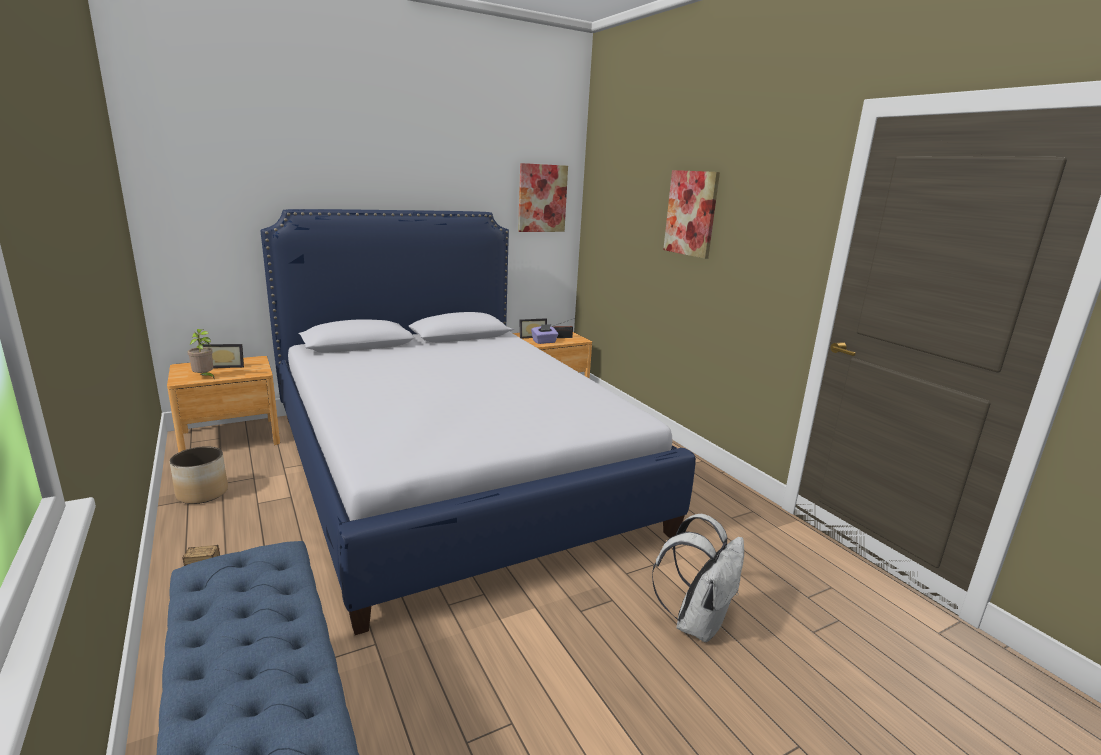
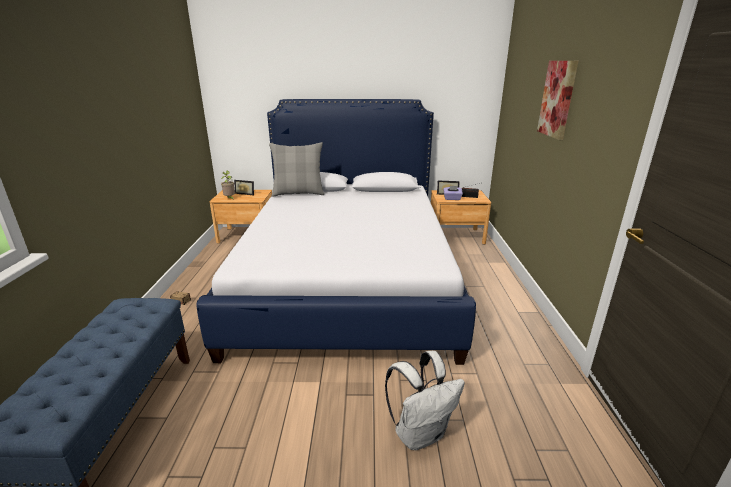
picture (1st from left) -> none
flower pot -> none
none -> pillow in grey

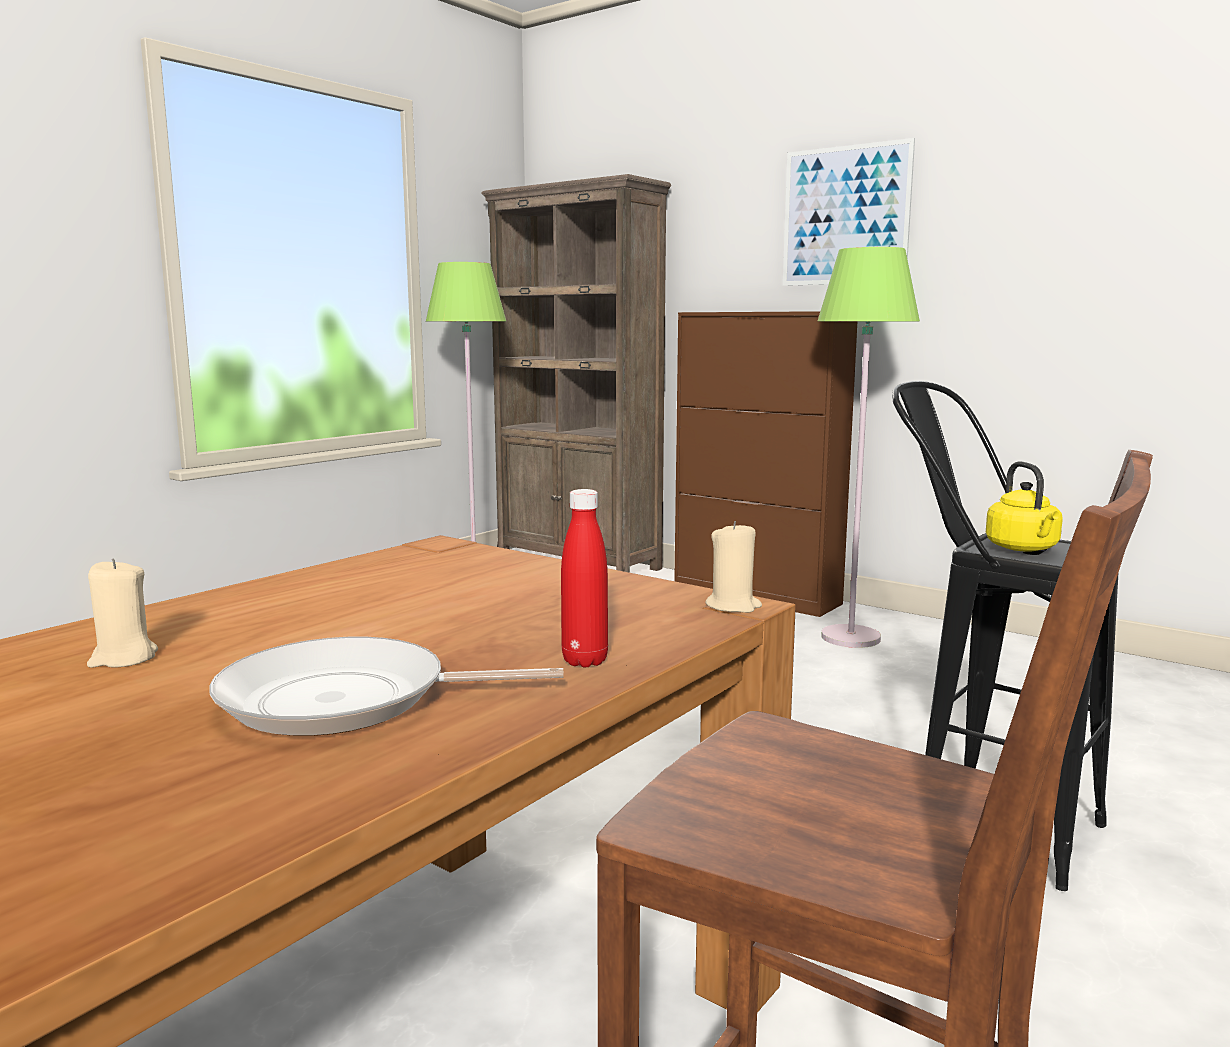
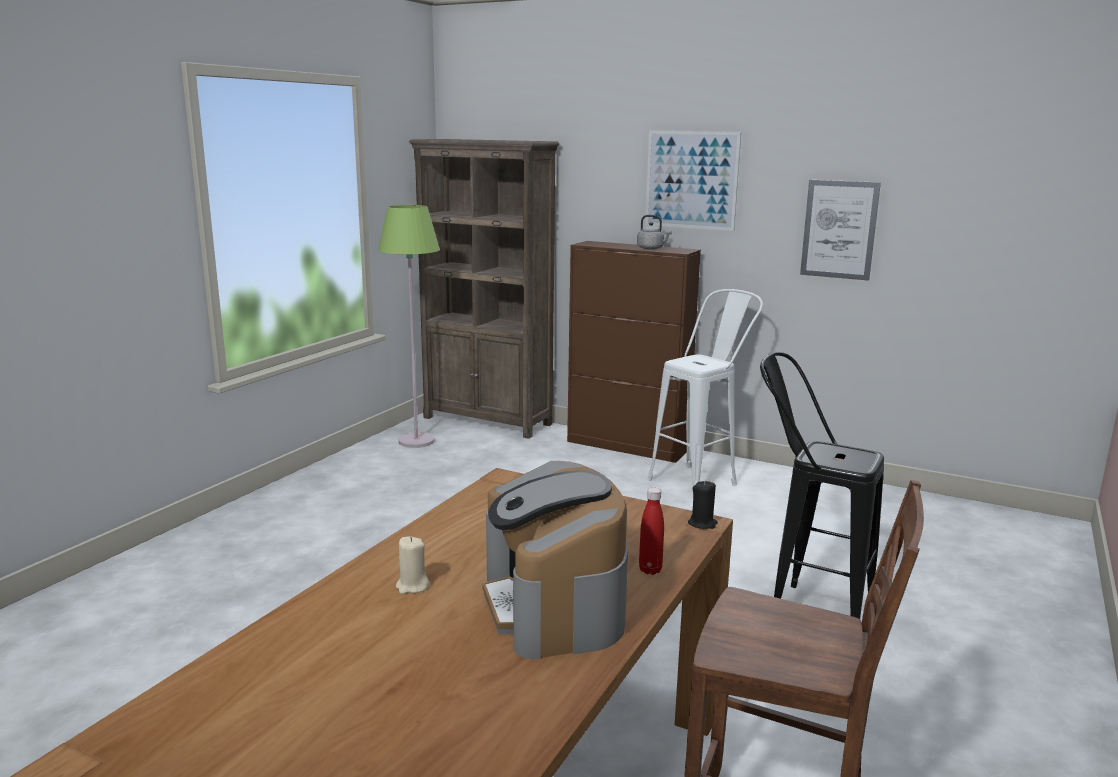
floor lamp in green (2nd from left) -> sitting stool in white-coloured
tea kettle in yellowish -> none
candle in beige-coloured (2nd from left) -> candle in black
skillet -> coffee maker
none -> picture (2nd from left)
none -> tea kettle in grey

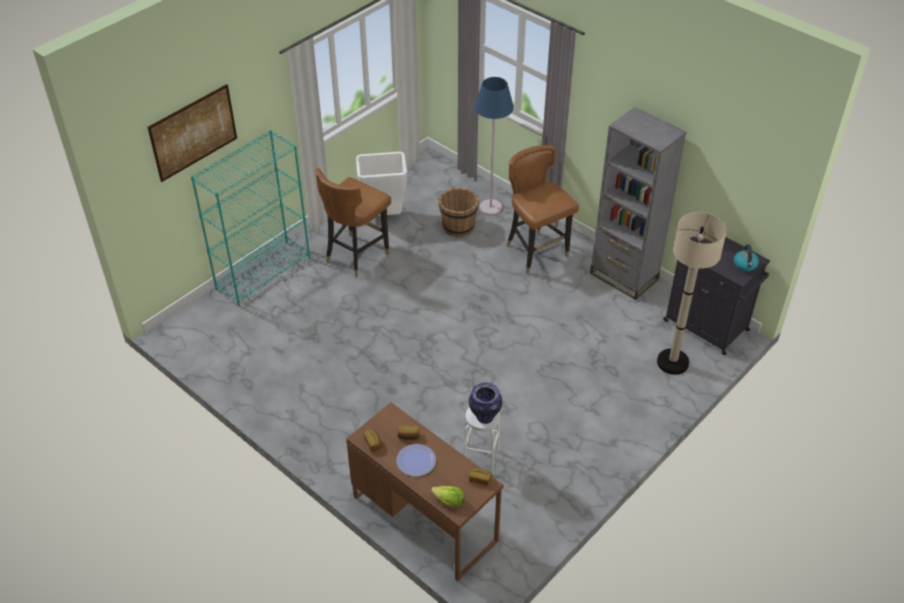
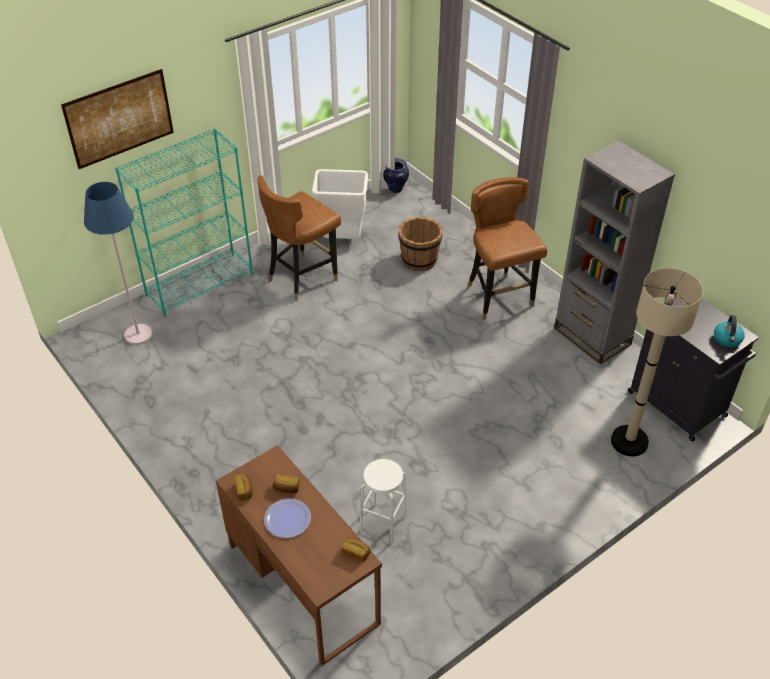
floor lamp in blue, move
flower vase, move
lettuce head -> none

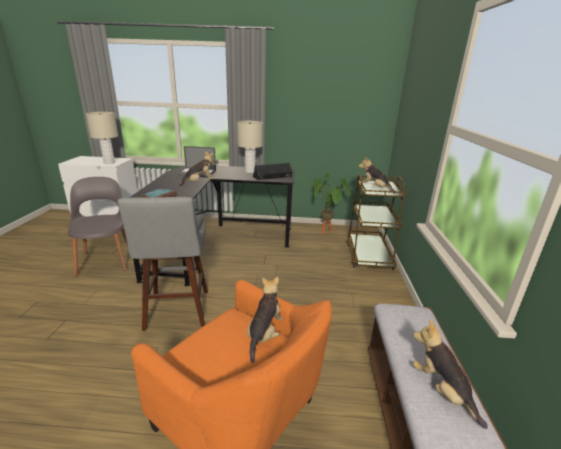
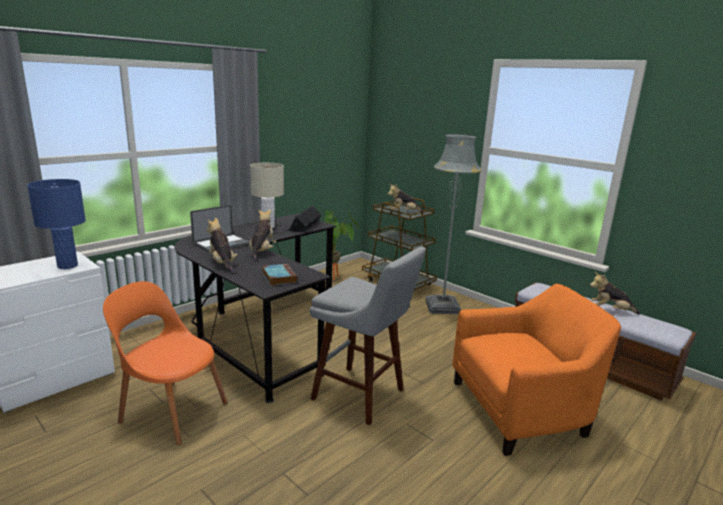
table lamp in beige-coloured (1st from left) -> table lamp in blue
plain chair in grey -> plain chair in orange-coloured
cuddly toy (2nd from left in the first image) -> cuddly toy (1st from left), move
none -> floor lamp in grey

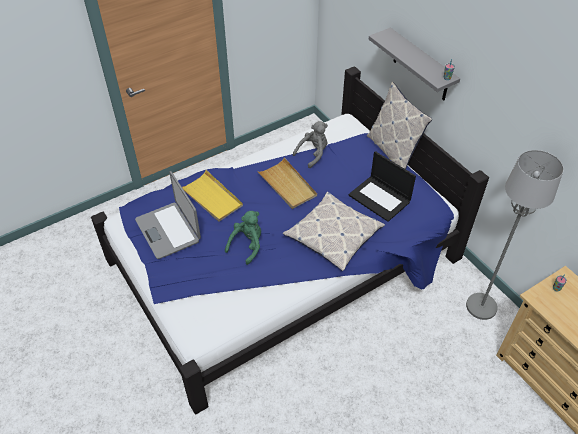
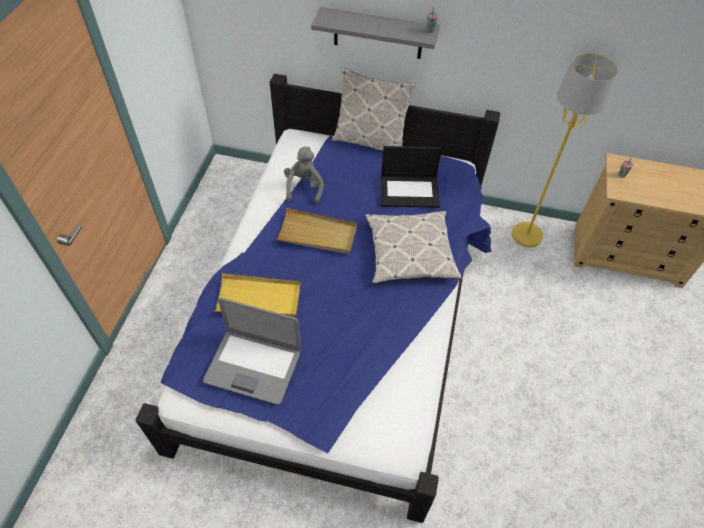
floor lamp in grey -> floor lamp in yellowish
cuddly toy in green -> none

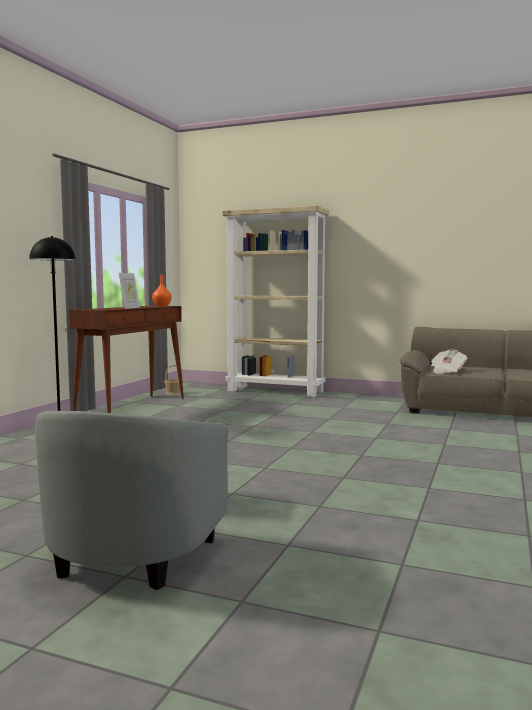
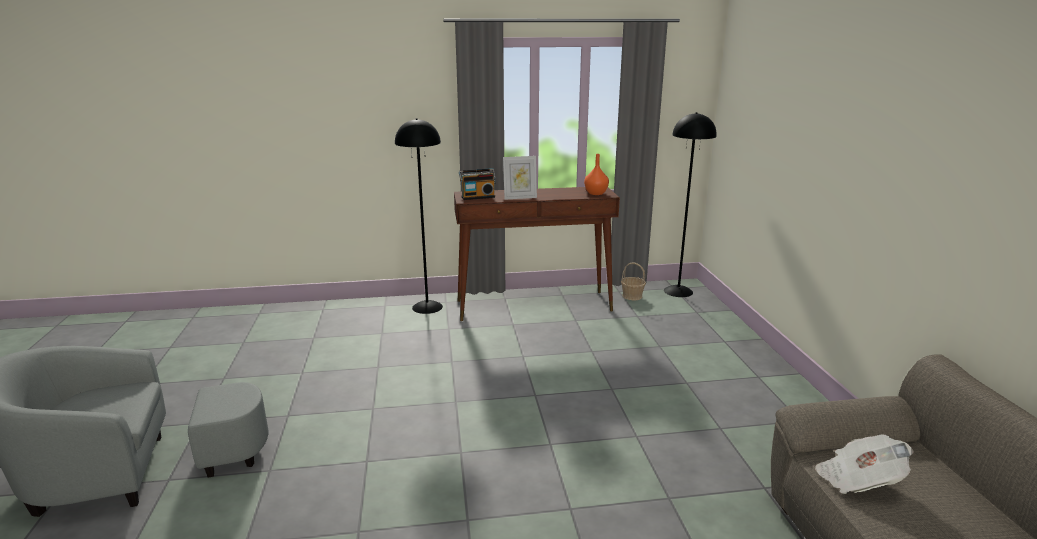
bookcase in beige-coloured -> none
none -> floor lamp in black (2nd from left)
none -> radio set

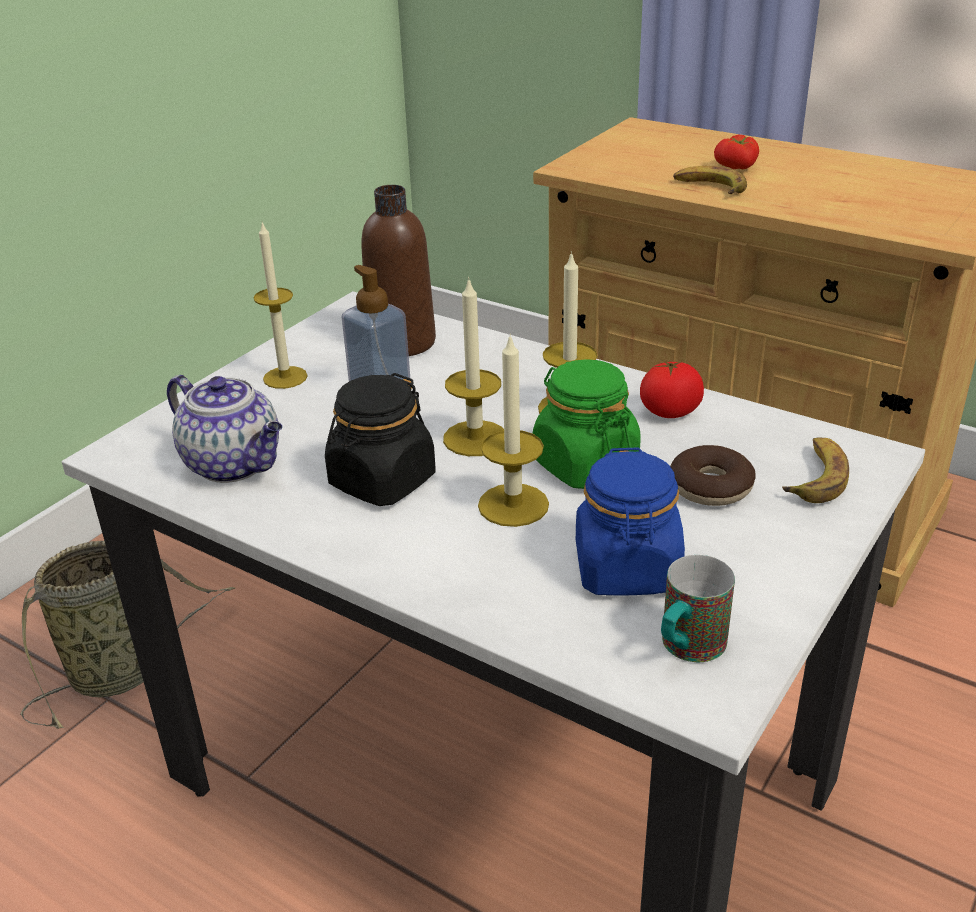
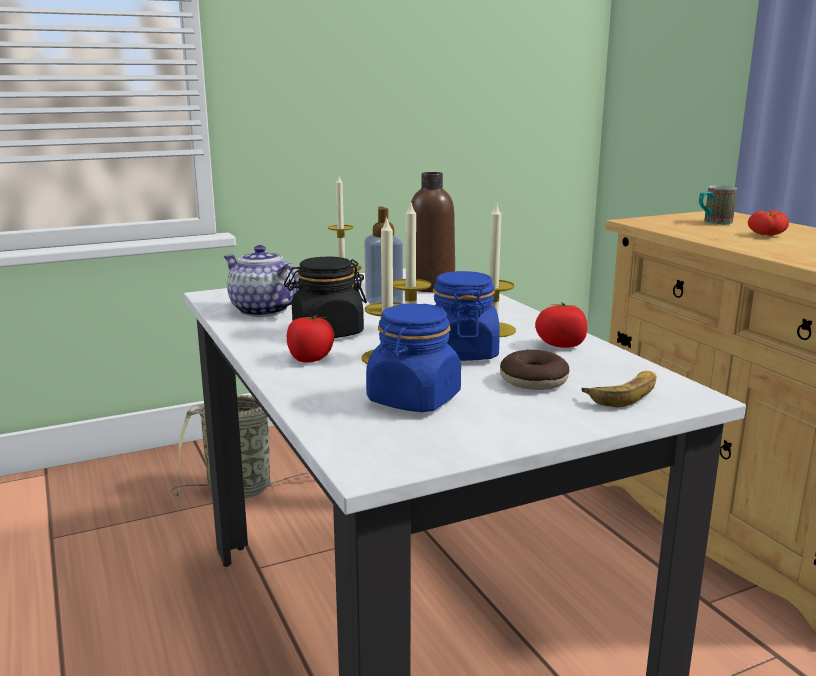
banana (1st from left) -> none
storage jar in green -> storage jar in blue (2nd from left)
teapot, 150 degrees clockwise
tea mug, move
none -> fresh tomato (1st from left)

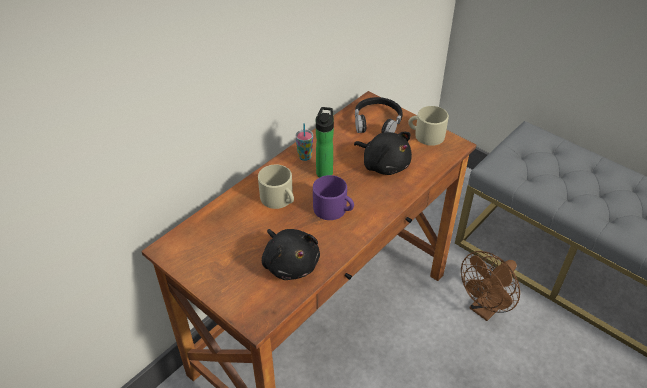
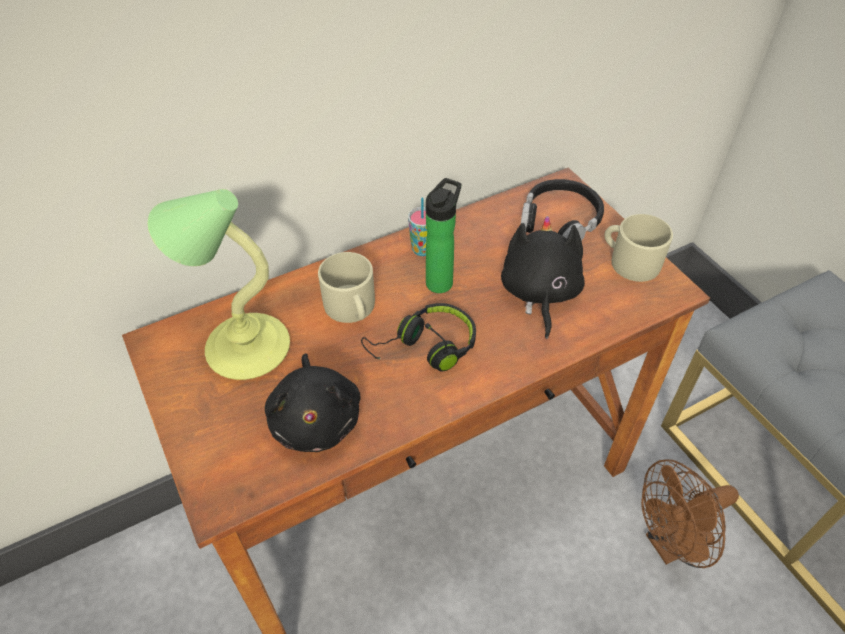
cuddly toy in black (2nd from left), 150 degrees counterclockwise
tea mug in purple-coloured -> headset in black (1st from left)
none -> table lamp

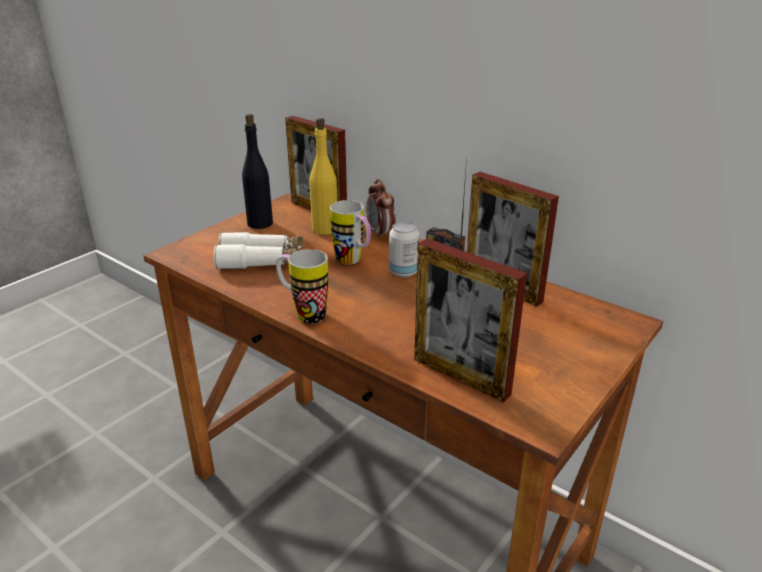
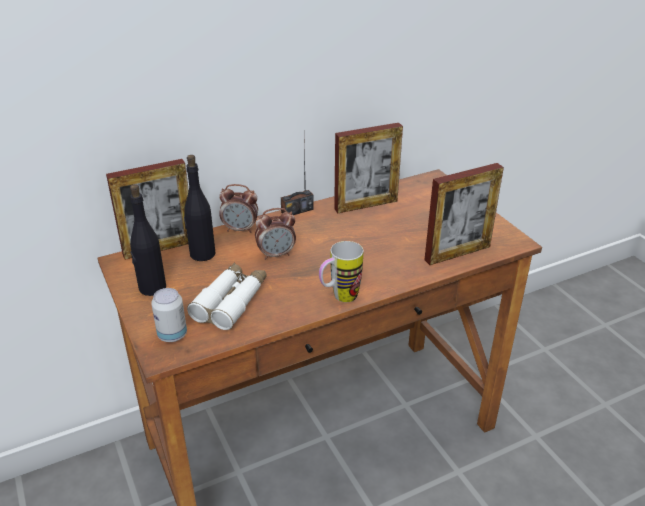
drink bottle in yellowish -> drink bottle in black (2nd from left)
tea mug (2nd from left) -> bedside clock (2nd from left)
can, move

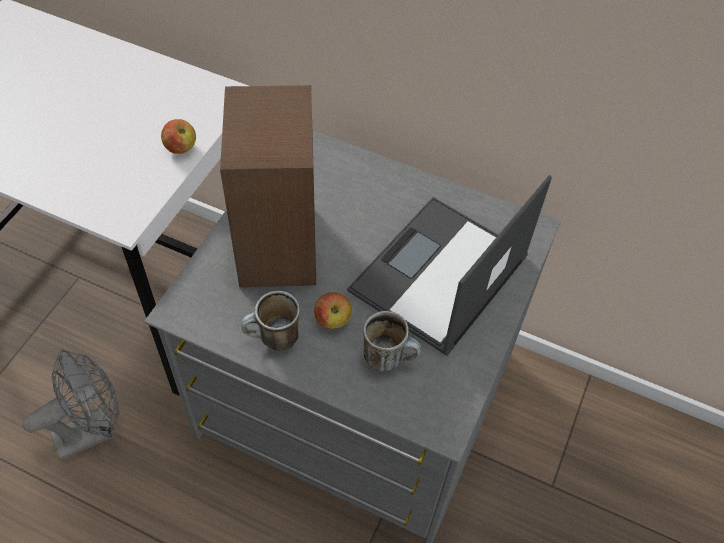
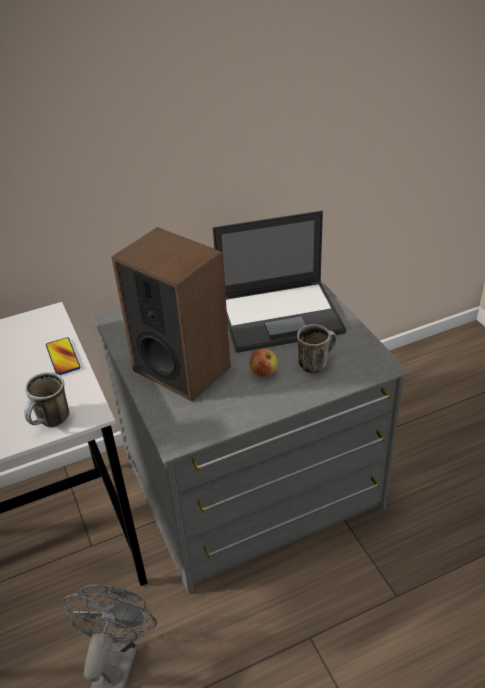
apple (1st from left) -> phone
notebook computer, 90 degrees counterclockwise
tea mug (1st from left), move

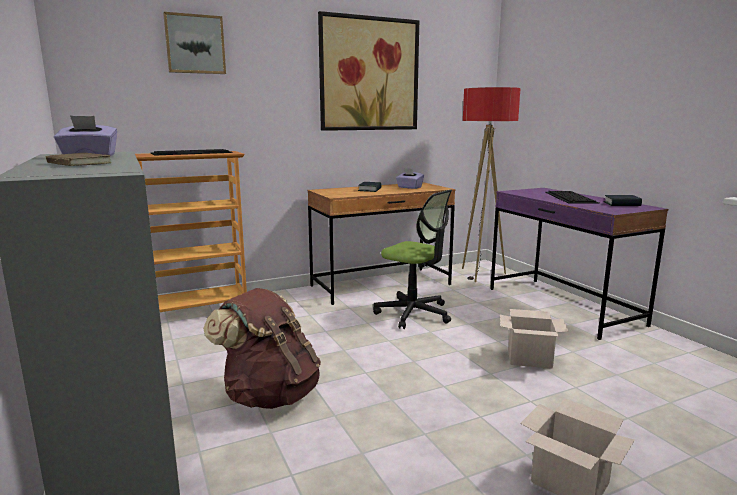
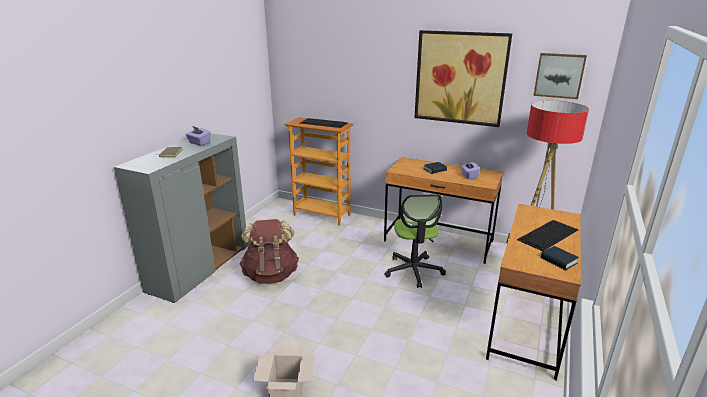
picture (1st from left in the first image) -> picture (2nd from left), move
desk in purple-coloured -> desk in brownish (2nd from left)
carton (1st from left) -> none

